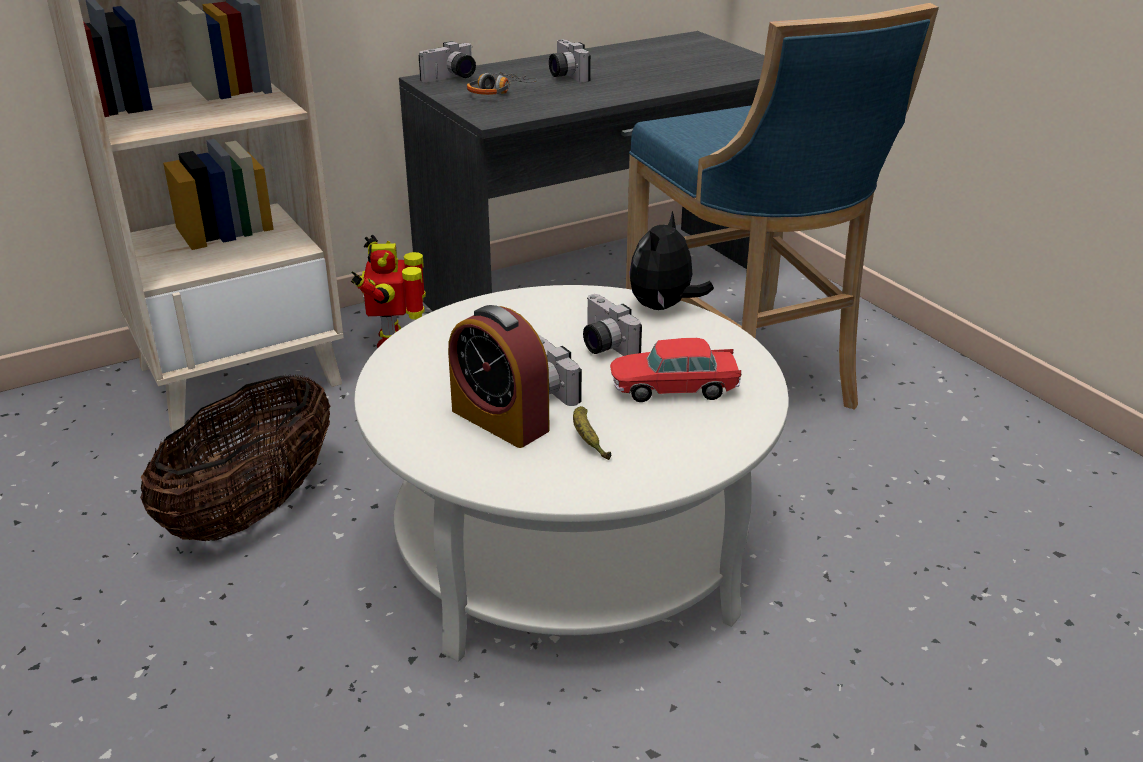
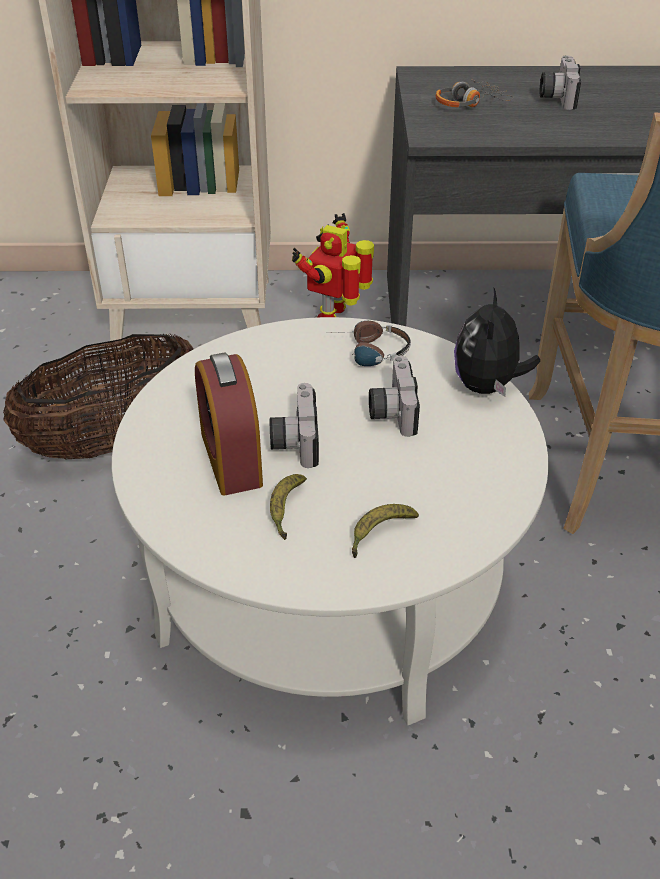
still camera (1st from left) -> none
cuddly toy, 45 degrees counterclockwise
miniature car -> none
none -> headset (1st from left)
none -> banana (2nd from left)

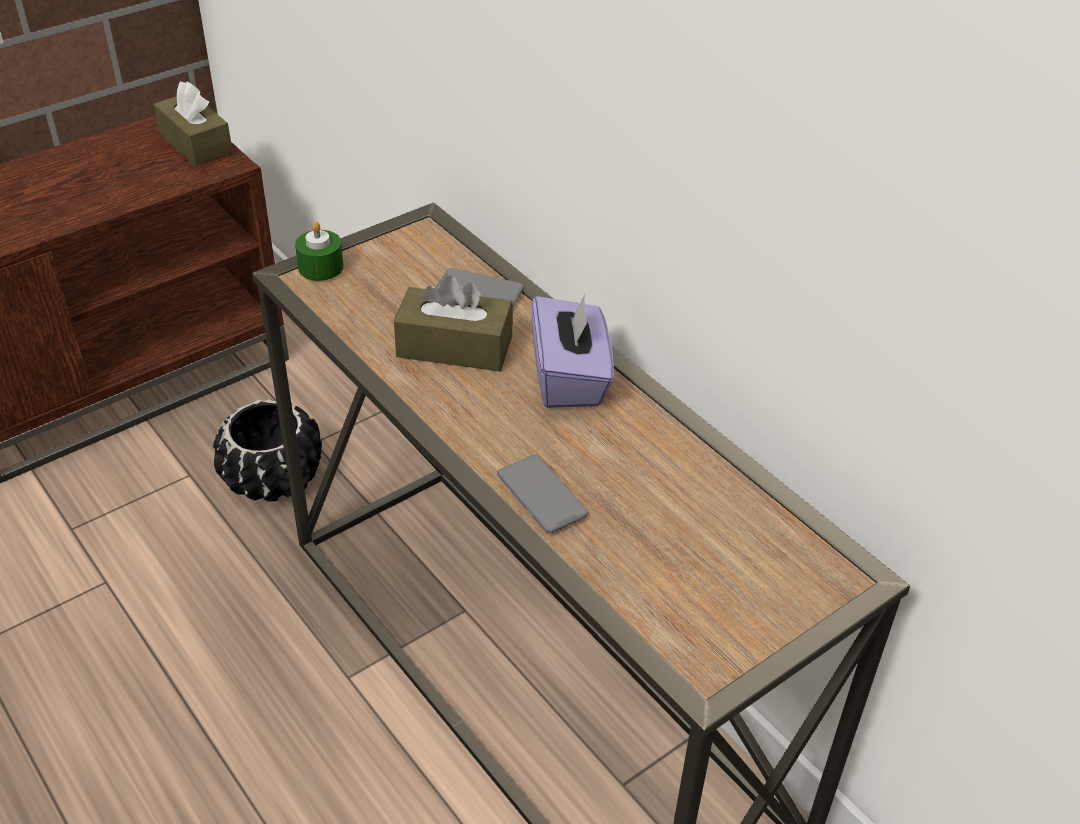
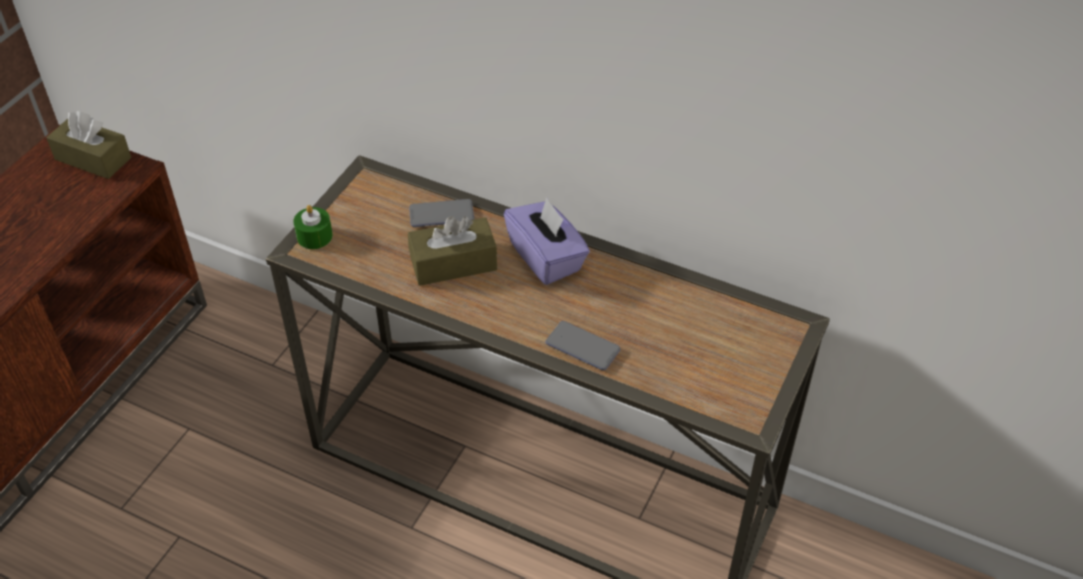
flower pot in black -> none

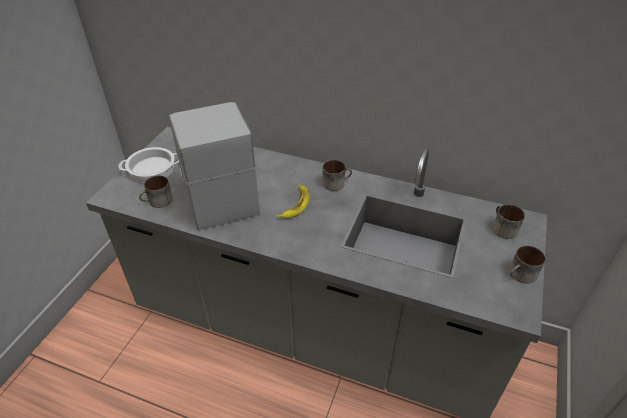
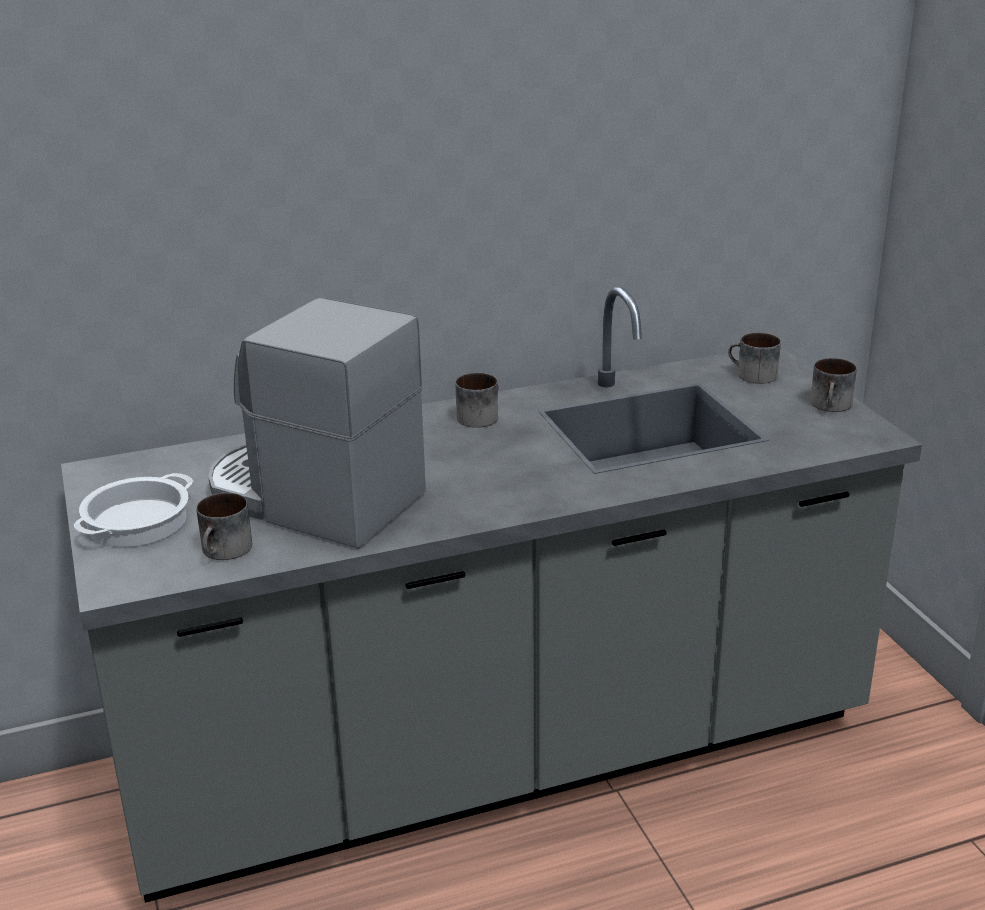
banana -> none

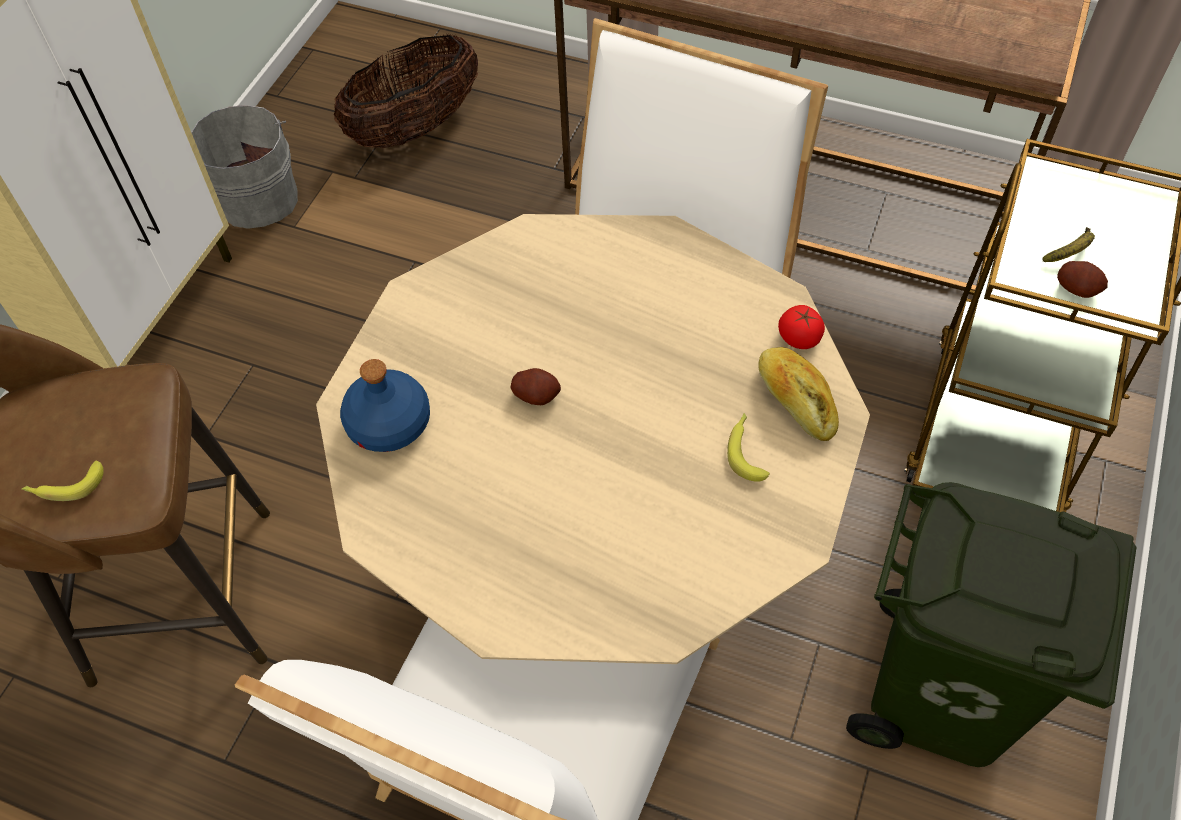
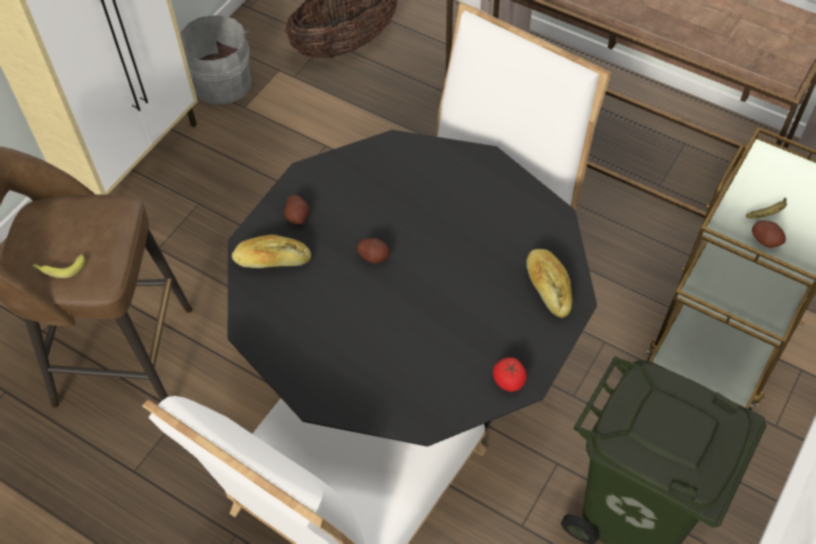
kitchen table in beige-coloured -> kitchen table in black
fresh tomato, move
drink bottle in blue -> baked bread (1st from left)
banana (2nd from left) -> none
none -> whole potato (1st from left)

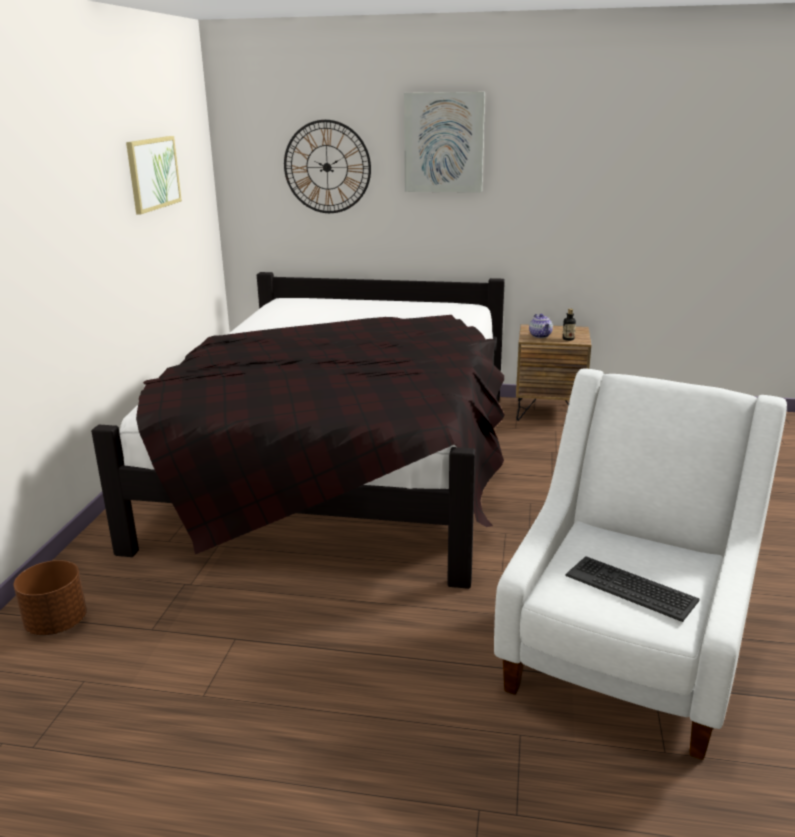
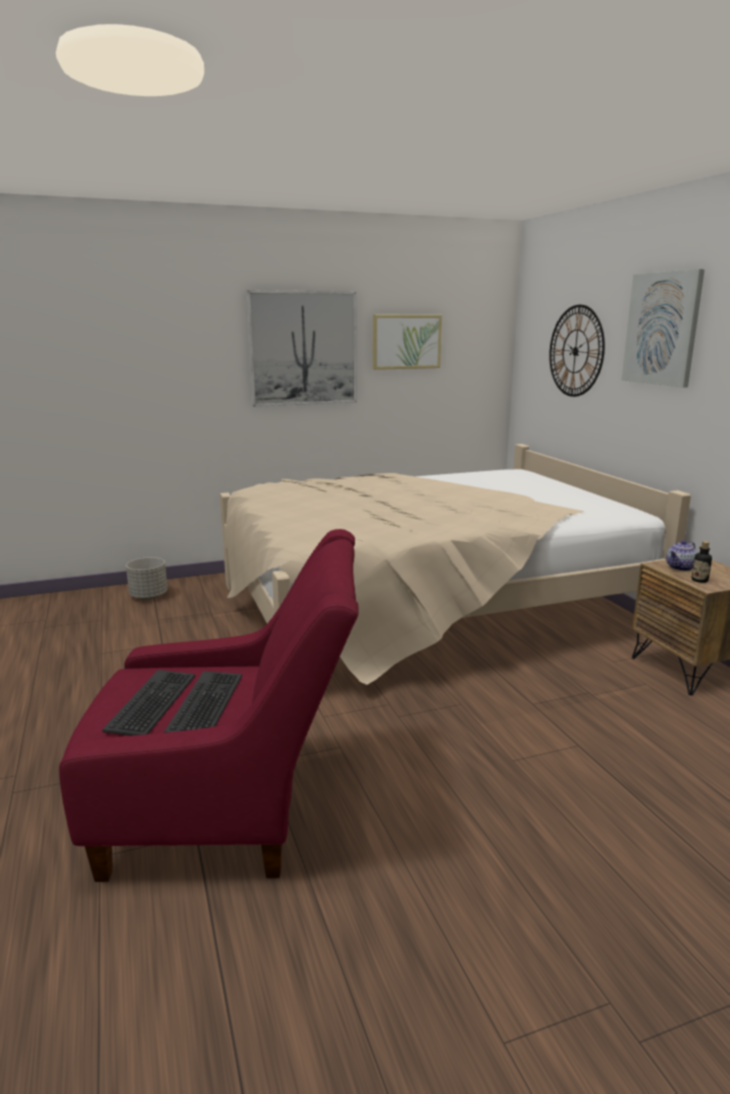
sleeping bed in black -> sleeping bed in beige-coloured
easy chair in white-coloured -> easy chair in red
flower pot in brownish -> flower pot in grey
none -> picture (1st from left)
none -> keyboard (2nd from left)

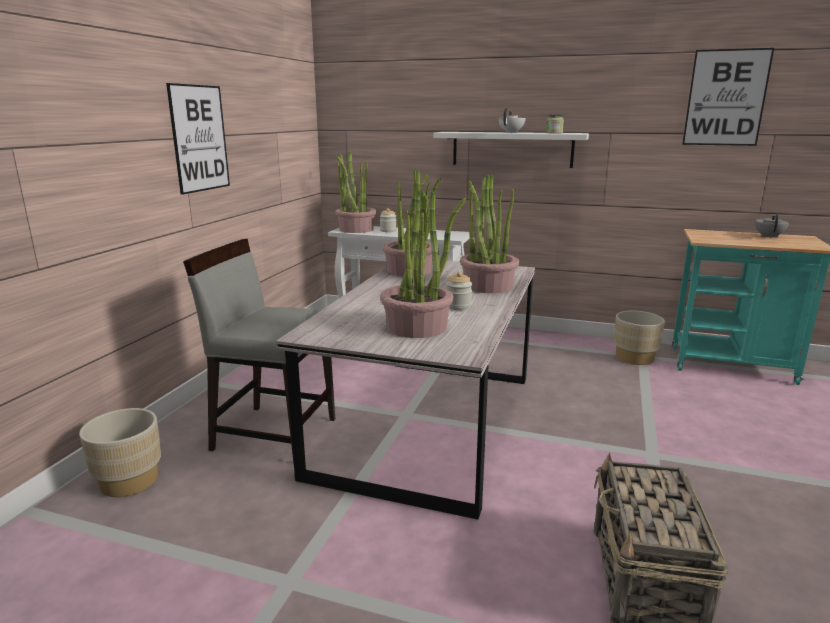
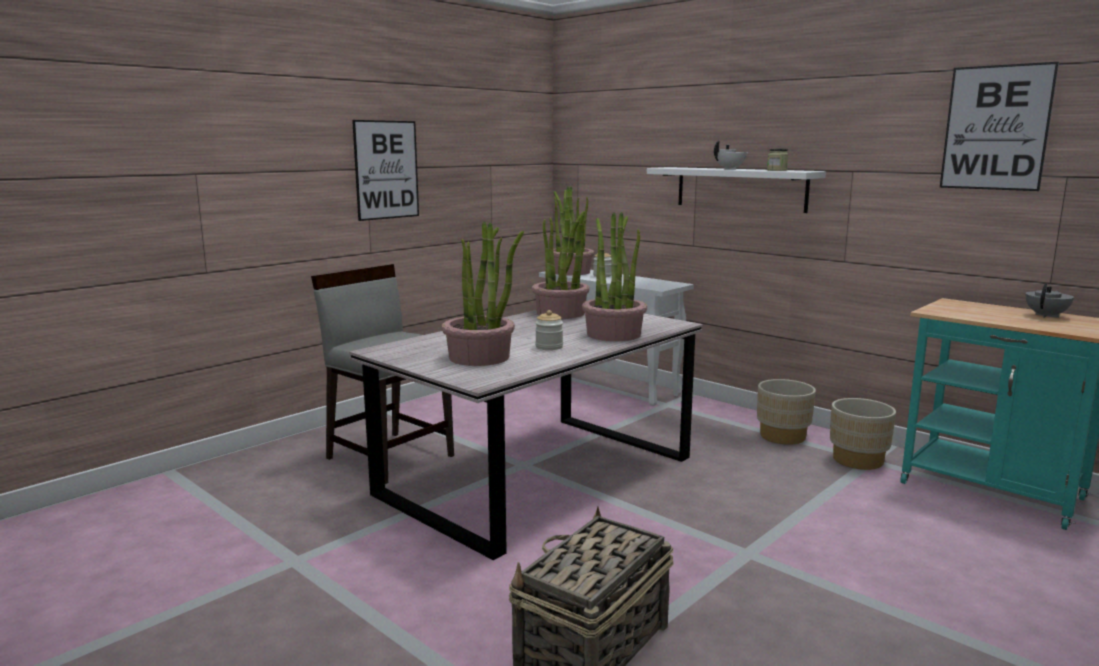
flower pot in beige-coloured (1st from left), move

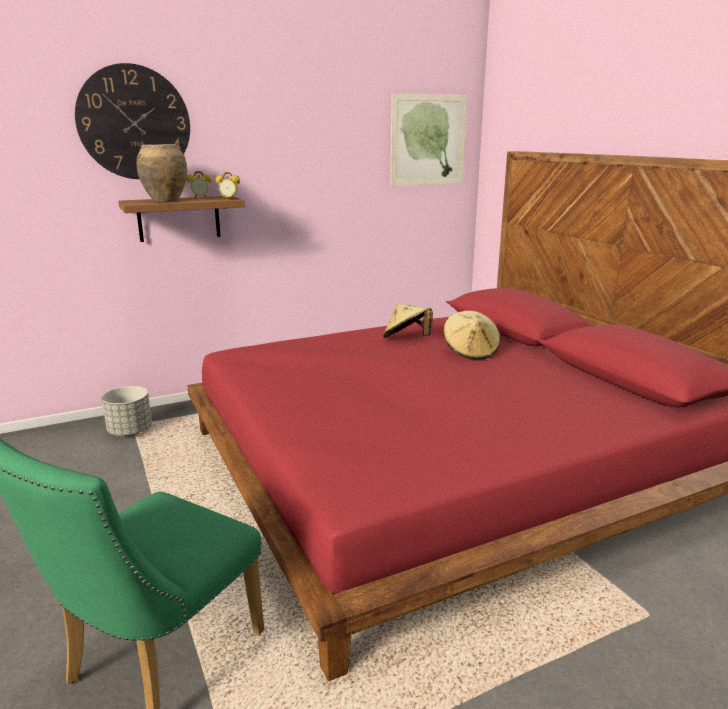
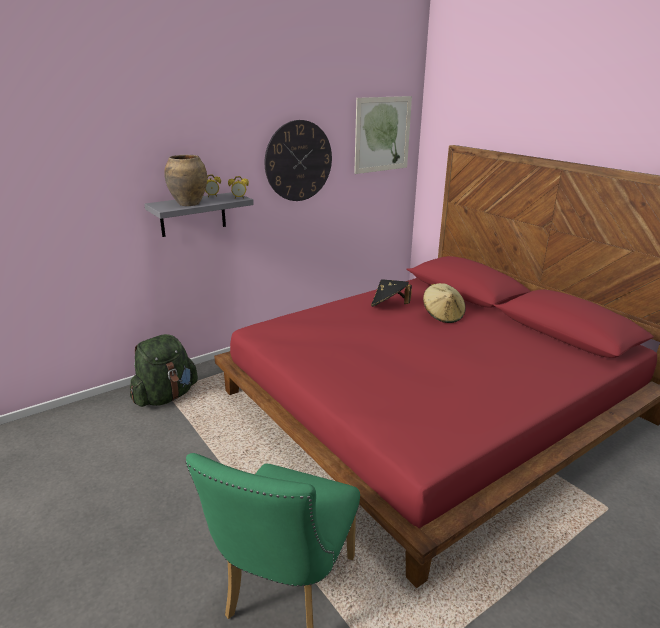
wall clock, move
bracket shelf in brownish -> bracket shelf in grey
clothing hat in beige-coloured (1st from left) -> clothing hat in black
flower pot in grey -> backpack in green

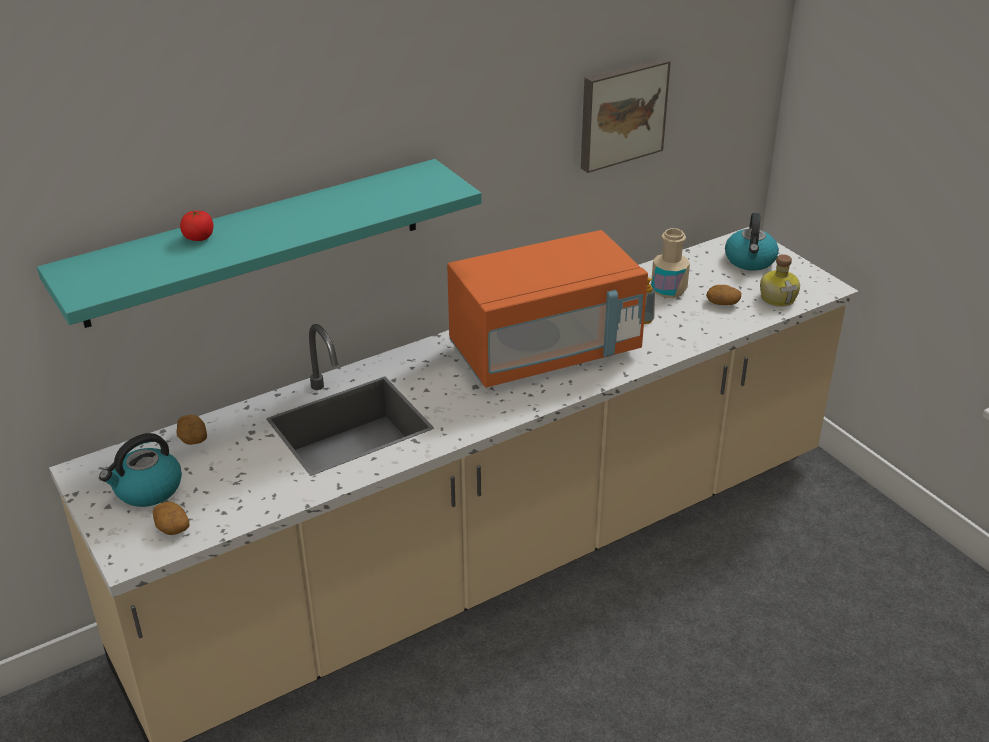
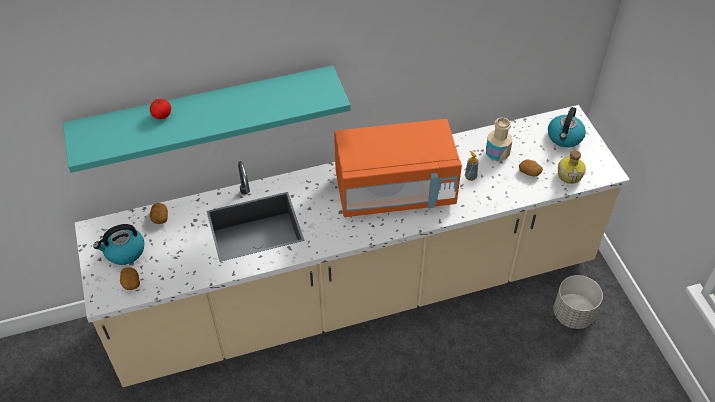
picture -> none
none -> flower pot in grey

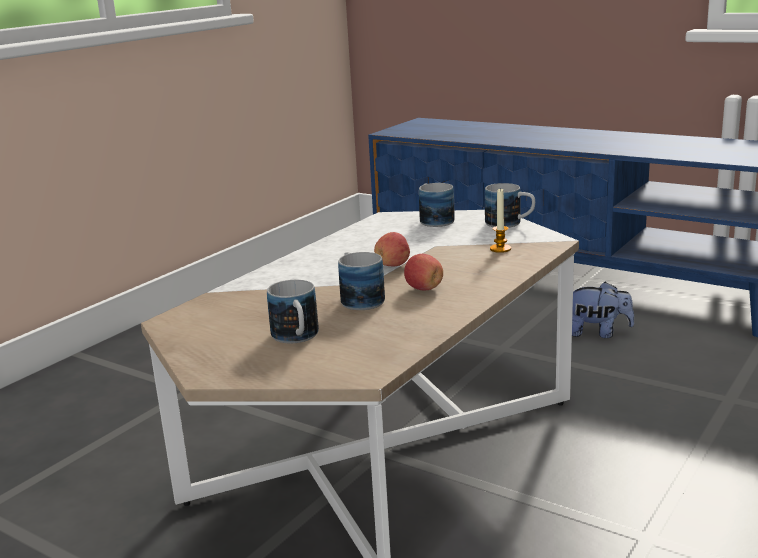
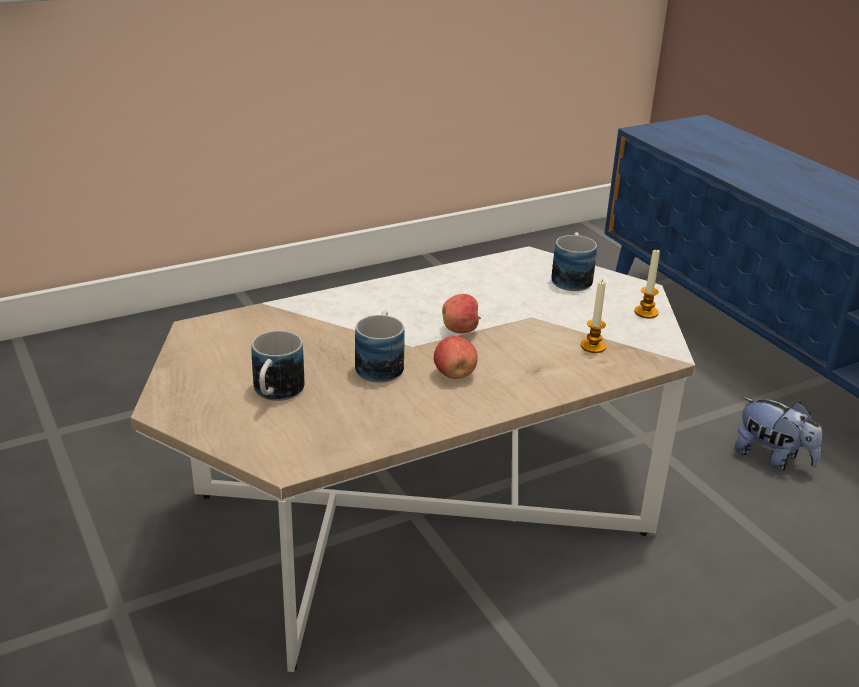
tea mug (4th from left) -> candle (2nd from left)

